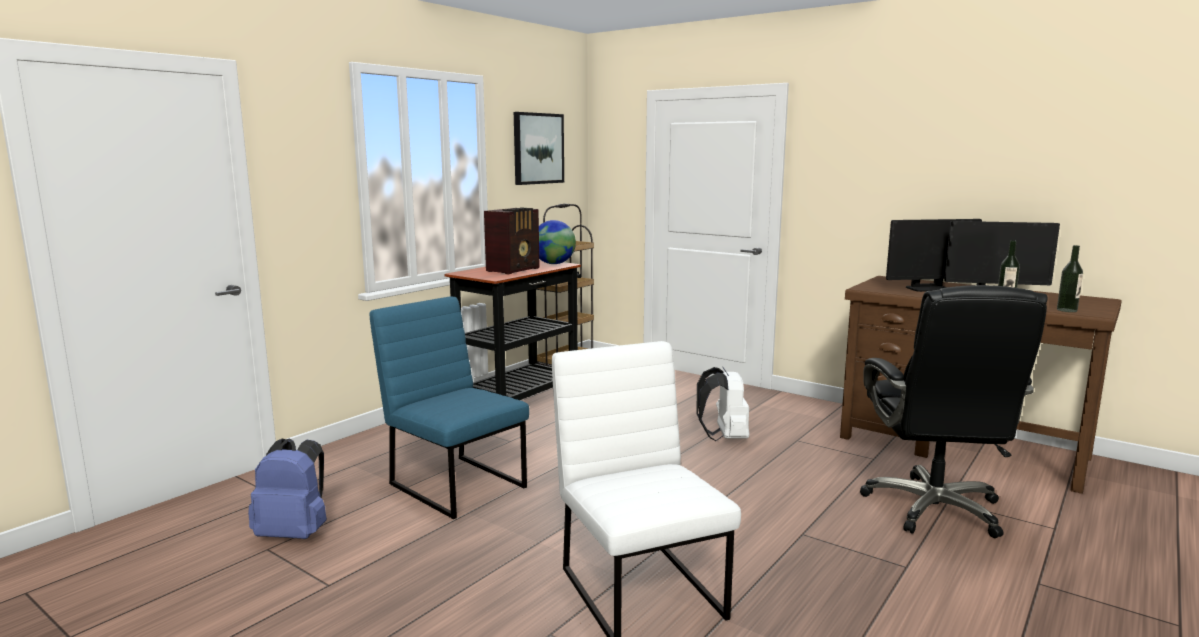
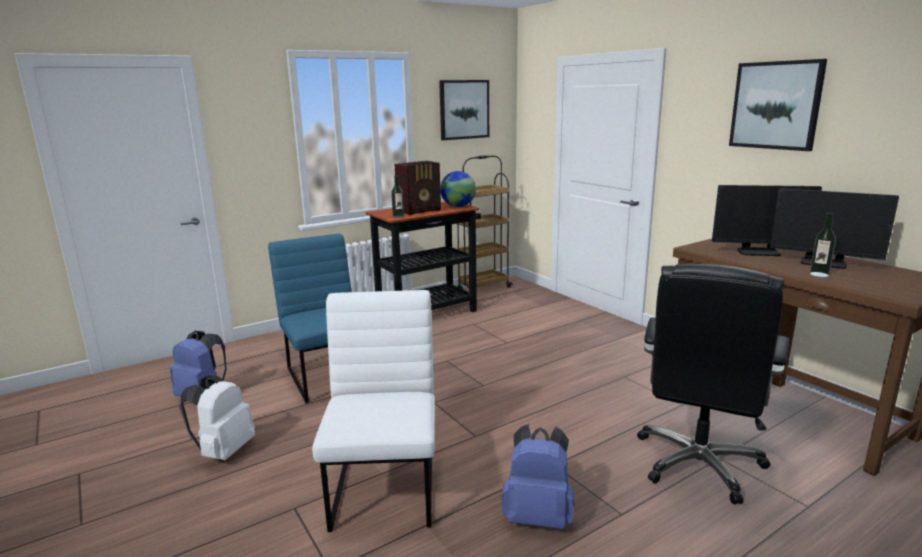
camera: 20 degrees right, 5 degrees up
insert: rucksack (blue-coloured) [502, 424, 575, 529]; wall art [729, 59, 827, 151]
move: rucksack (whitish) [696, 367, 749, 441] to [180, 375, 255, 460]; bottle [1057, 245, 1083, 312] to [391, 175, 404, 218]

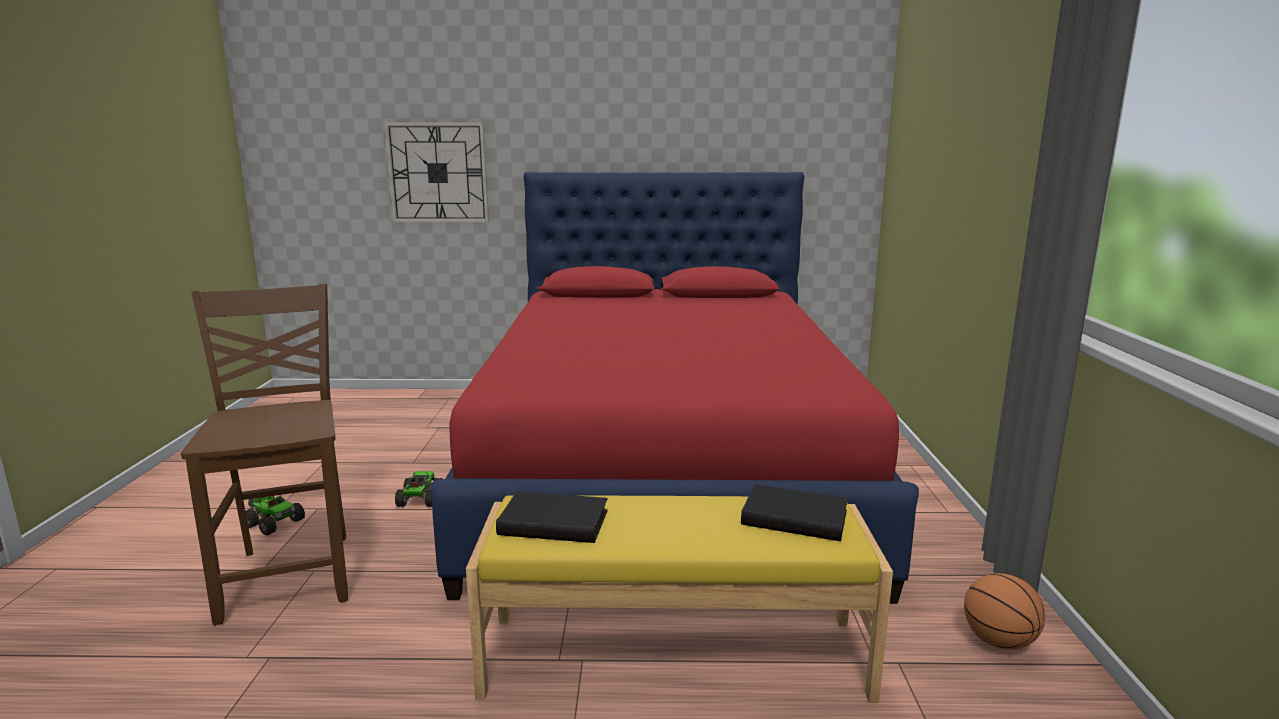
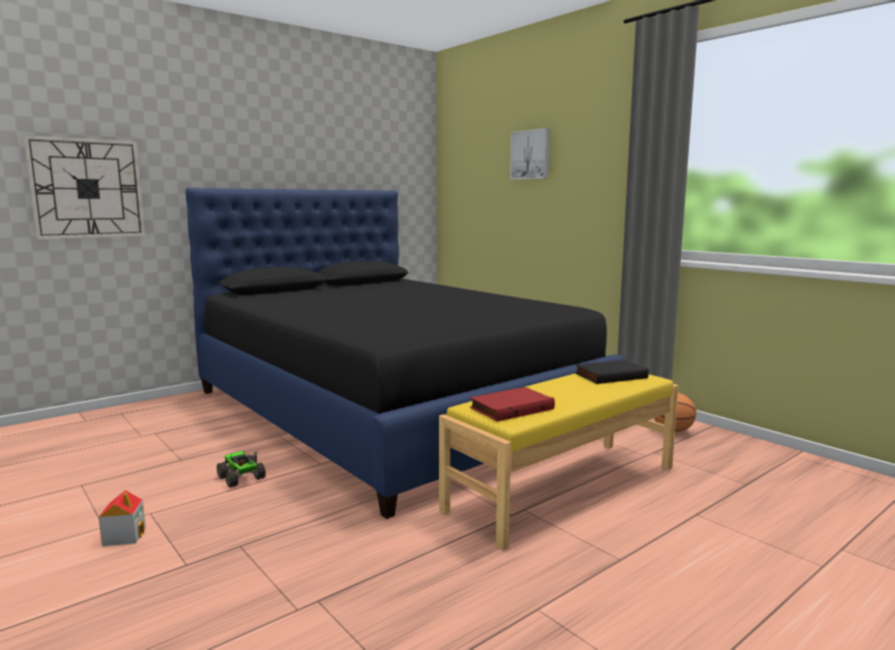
camera: 40 degrees left, 5 degrees down
delete: plain chair (brown) [181, 283, 348, 625]
insert: wall art [510, 128, 550, 180]
replace: toy truck [245, 496, 305, 536] to model house [99, 490, 146, 546]
recolor: sleeping bed (reddish) [430, 172, 919, 604] to sleeping bed (blackish) [185, 188, 625, 519]; book (blackish) [496, 491, 608, 543] to book (reddish) [470, 387, 555, 422]

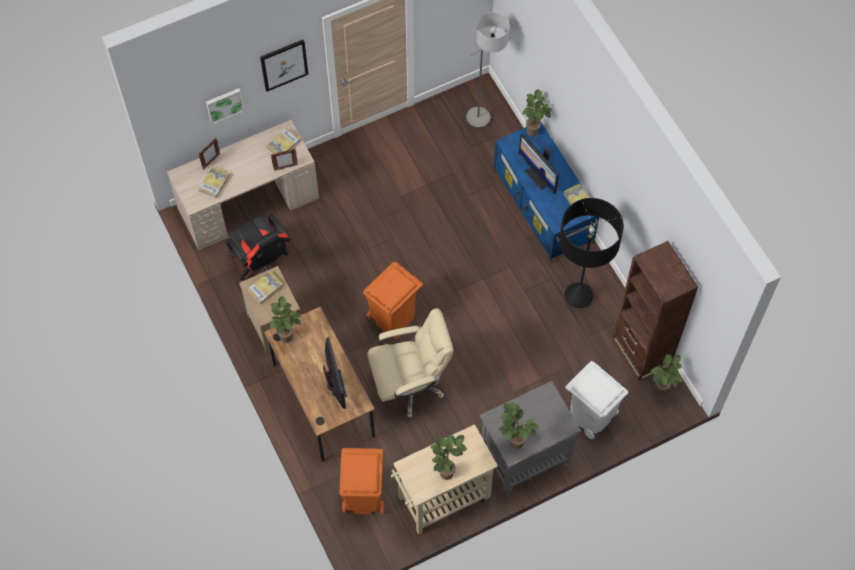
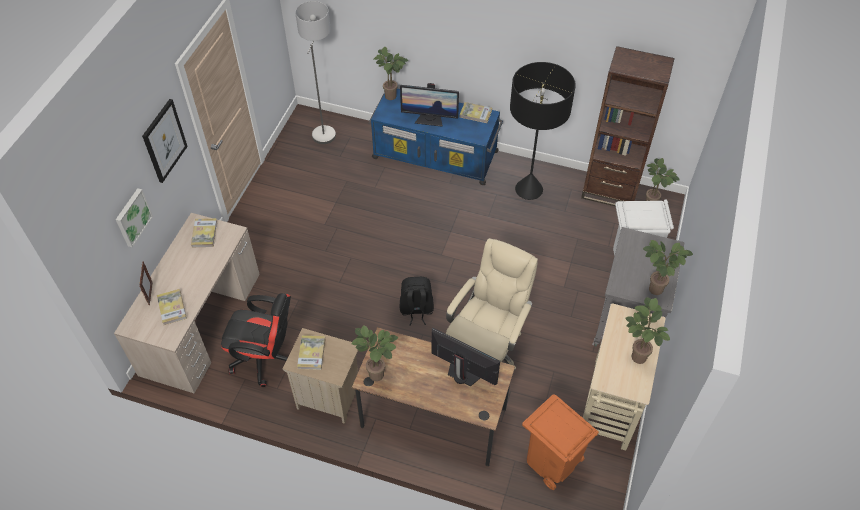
camera: 45 degrees left, 10 degrees down
delete: standing frame [271, 148, 298, 171]
replace: waste bin (orange) [363, 262, 423, 339] to rucksack (blackish) [400, 277, 434, 326]

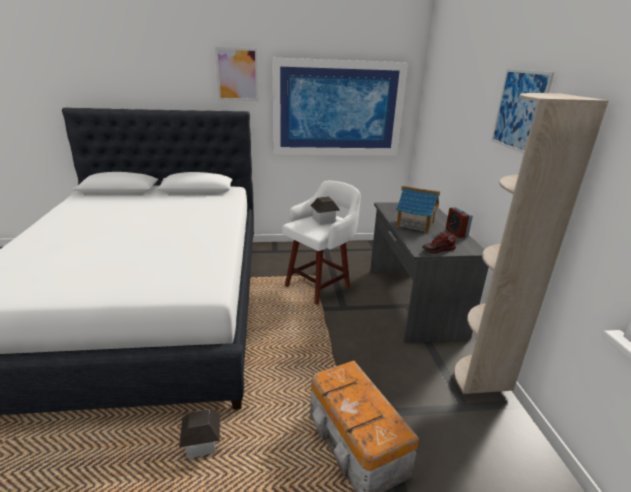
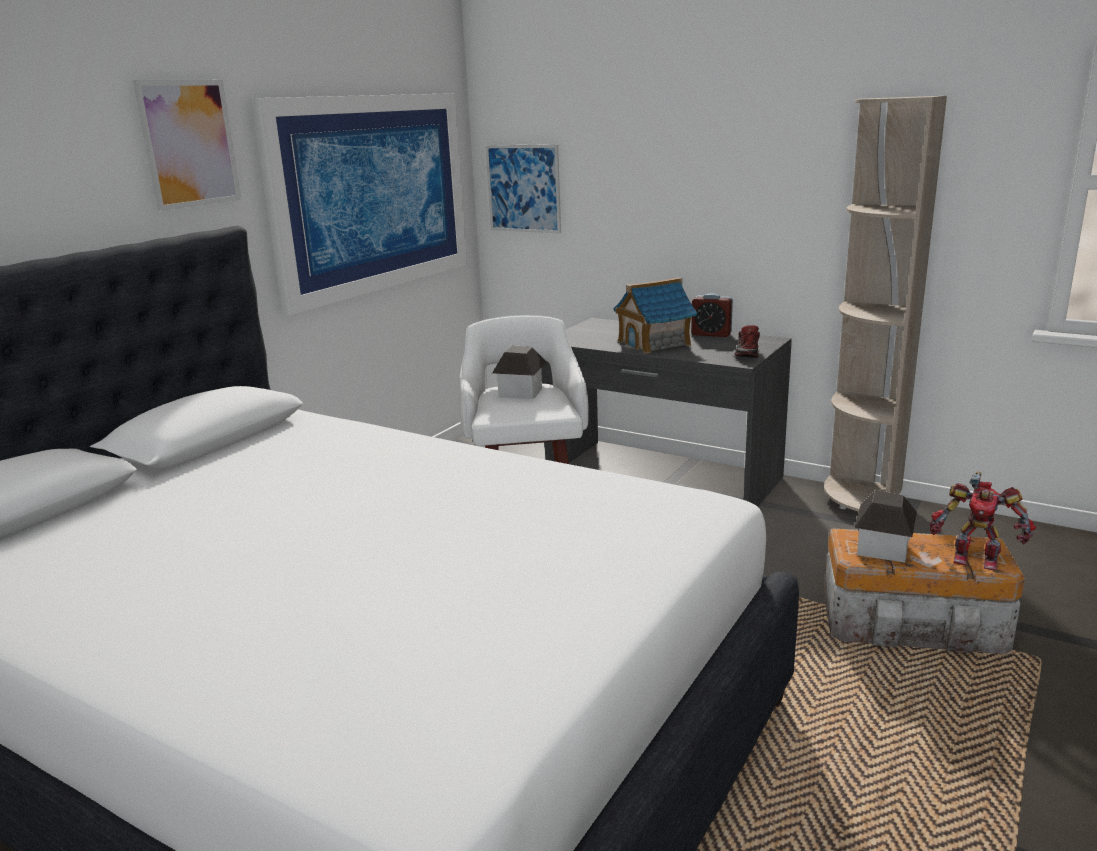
camera: 50 degrees left, 5 degrees down
insert: robot figure [930, 471, 1036, 571]
move: model house [179, 409, 220, 458] to [854, 490, 917, 562]; wall art [491, 69, 554, 154] to [486, 144, 561, 234]

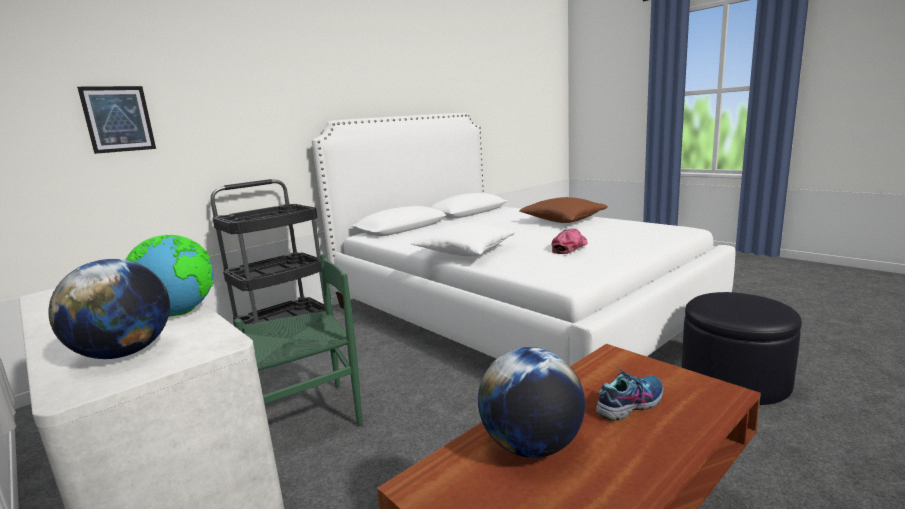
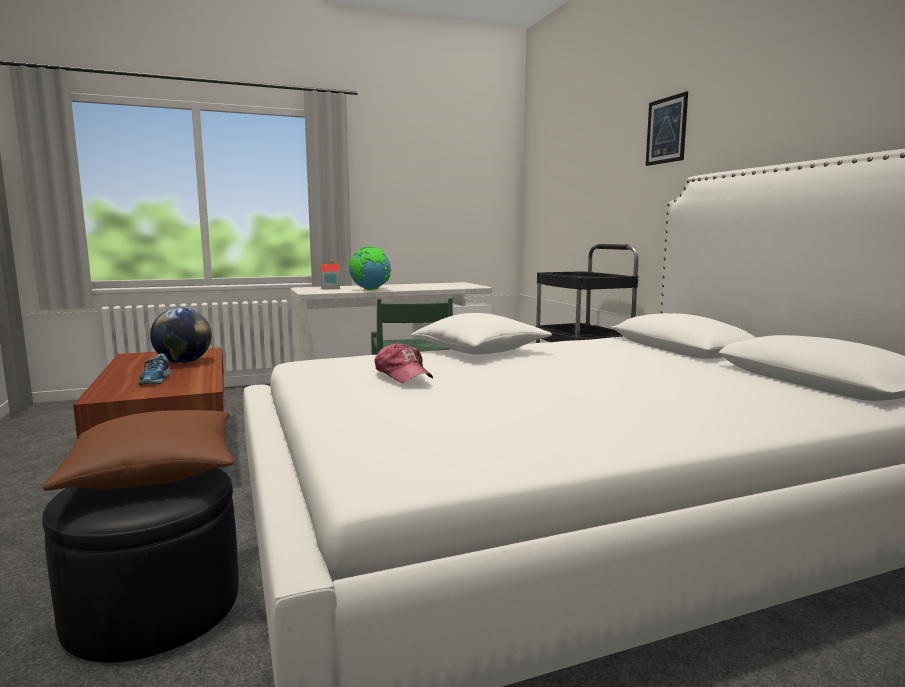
camera: 110 degrees right, 5 degrees down
move: wall art [77, 86, 156, 154] to [646, 91, 688, 166]; throw pillow (brown) [519, 197, 608, 223] to [43, 410, 234, 490]
replace: desk globe [48, 259, 170, 359] to model house [320, 260, 340, 290]

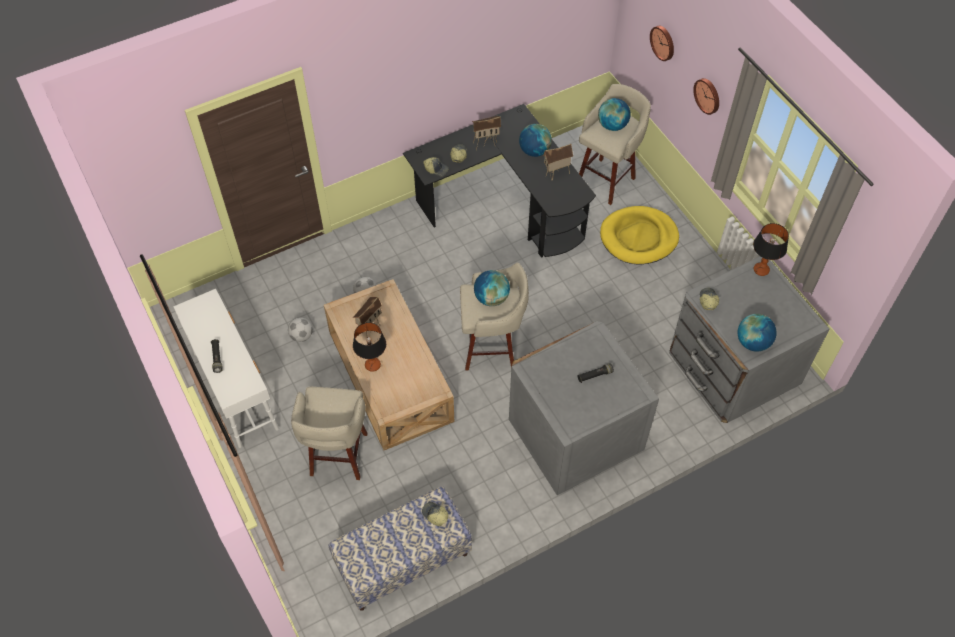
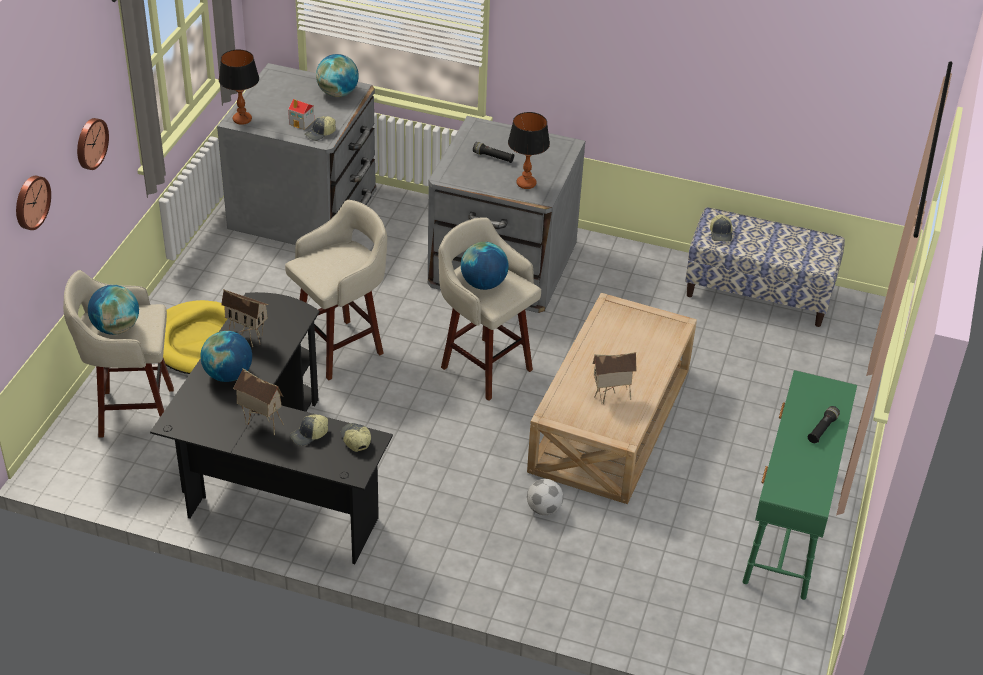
camera: 135 degrees left, 15 degrees down
delete: football [288, 317, 313, 342]
insert: model house [288, 99, 314, 130]
move: stool (beige-coloured) [291, 387, 368, 480] to [285, 200, 387, 380]; tabletop lamp [353, 322, 386, 372] to [508, 112, 550, 189]
recolor: hall table (whitish) [173, 289, 279, 448] to hall table (greenish) [743, 370, 857, 600]

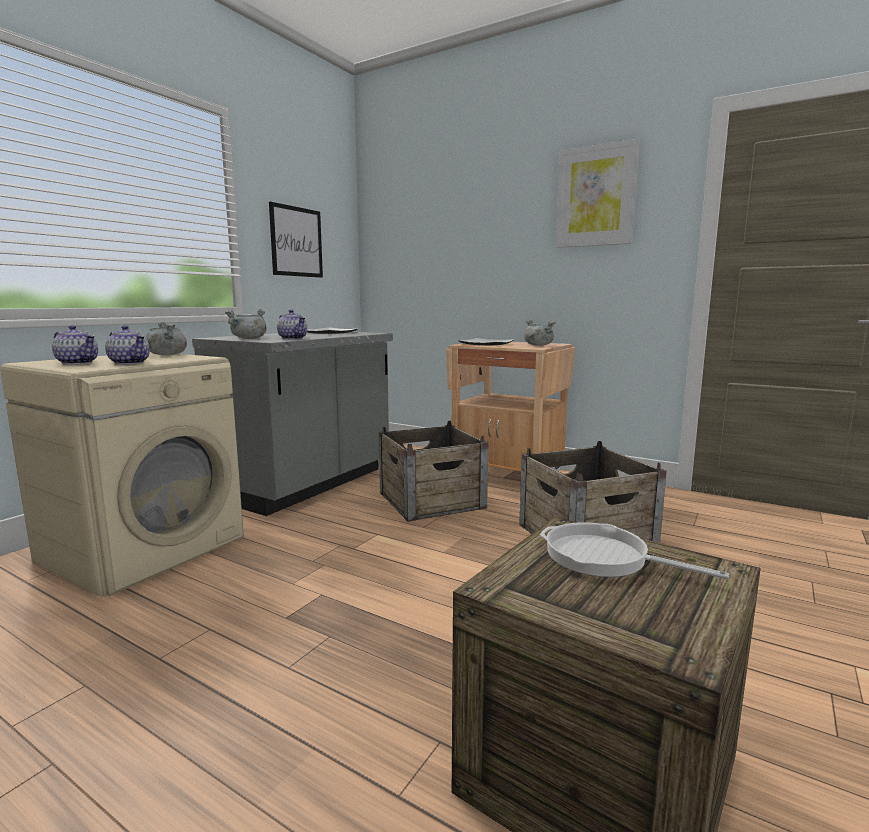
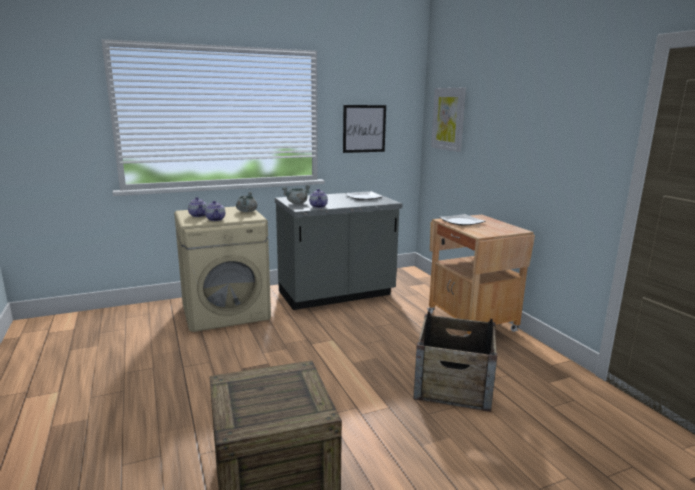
camera: 35 degrees right, 5 degrees up
delete: packing crate [379, 421, 489, 522]; saucepot (greyish) [524, 320, 556, 346]; frying pan [540, 522, 729, 580]
move: wall art [555, 139, 640, 248] to [431, 88, 466, 152]

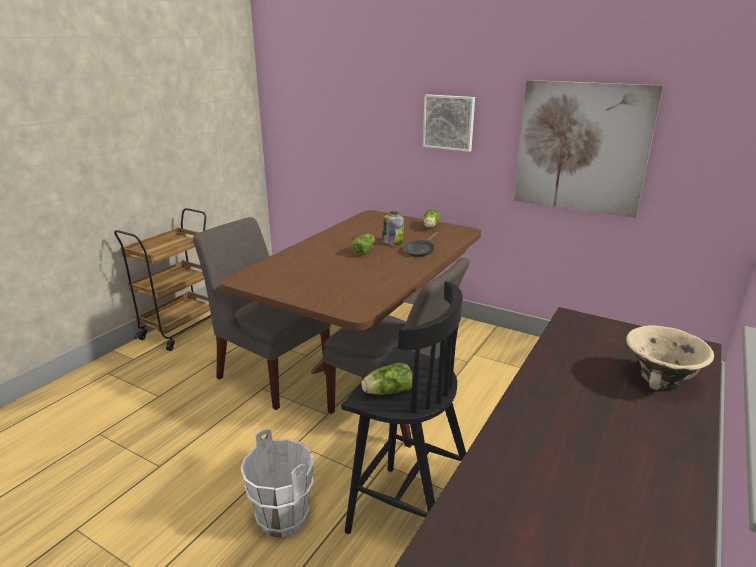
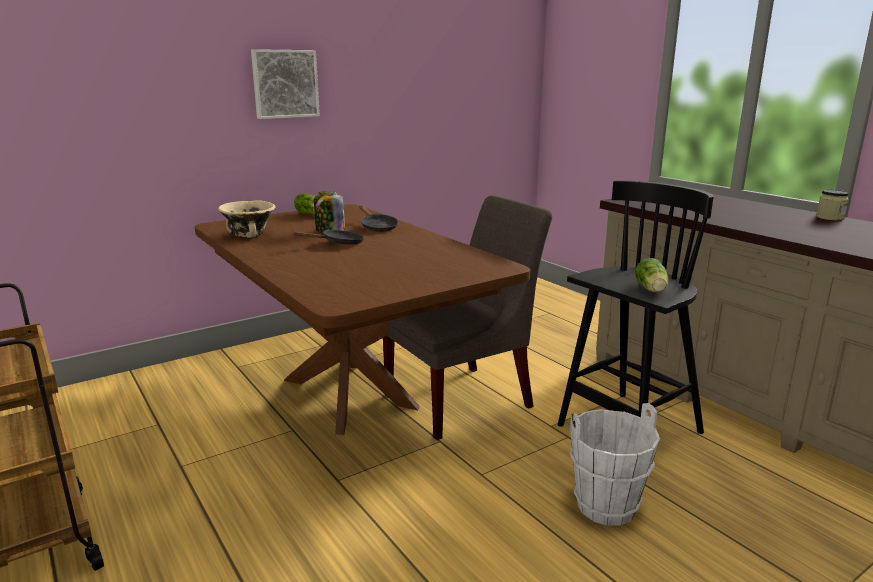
camera: 65 degrees left, 5 degrees down
delete: plain chair (greyish) [193, 217, 331, 410]; wall art [514, 80, 663, 218]
insert: preserve jar [816, 190, 849, 220]
move: bowl (beige-coloured) [626, 325, 714, 390] to [218, 200, 275, 238]
replace: lettuce head [351, 234, 375, 256] to frying pan (blackish) [294, 230, 364, 245]

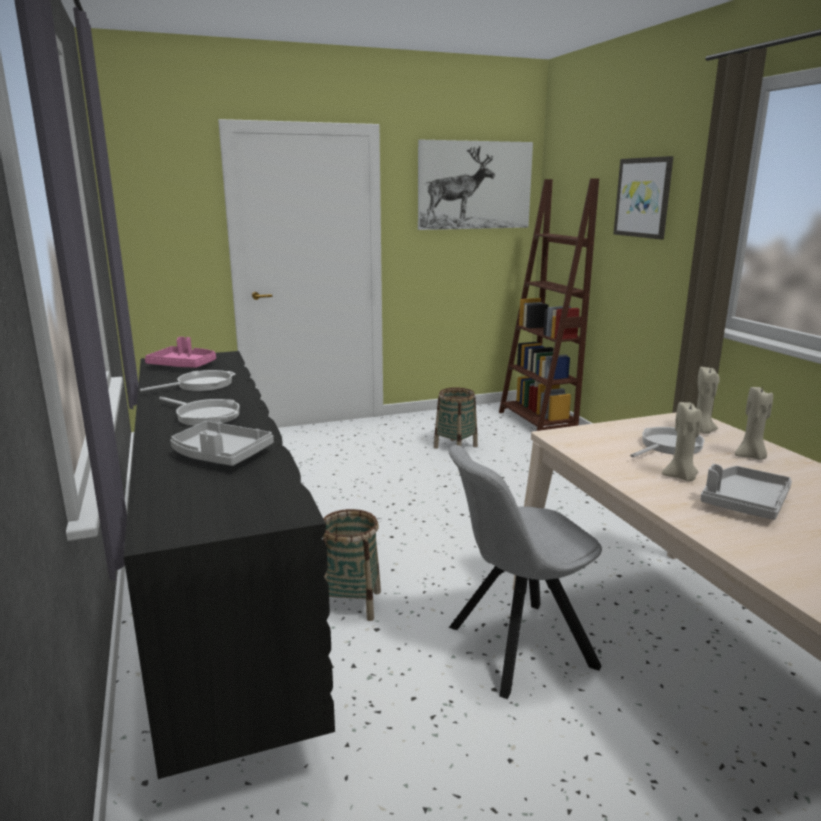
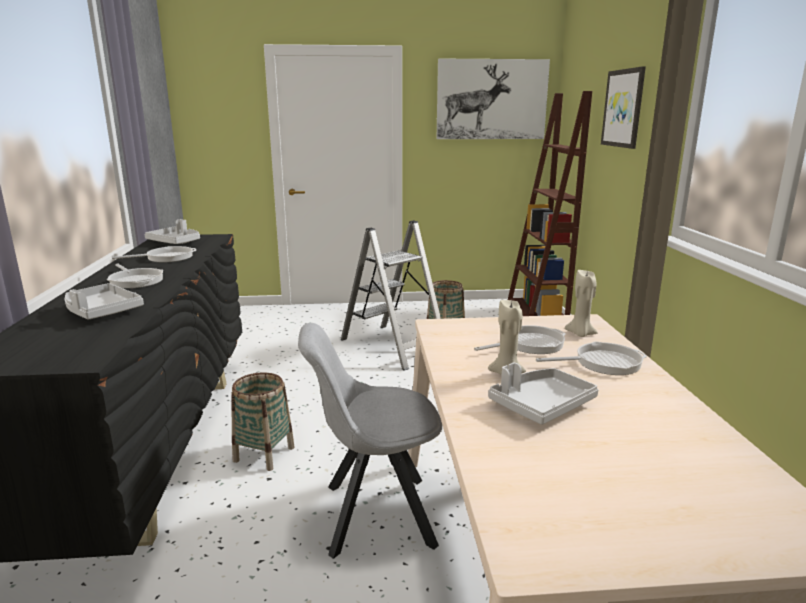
camera: 15 degrees right, 0 degrees up
insert: step ladder (greyish) [340, 220, 441, 371]
replace: wax light (beige-coloured) [735, 387, 773, 460] to frying pan [536, 342, 647, 375]
recolor: serving tray (pinkish) [145, 337, 216, 368] to serving tray (greyish) [144, 219, 200, 244]

